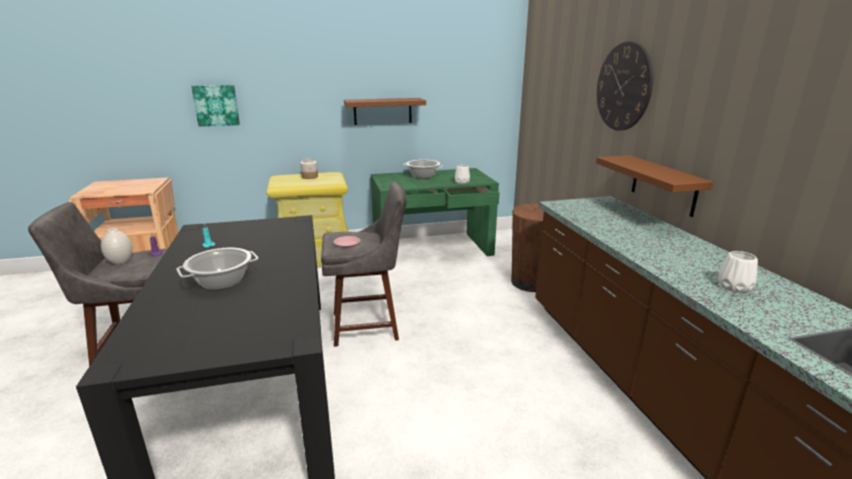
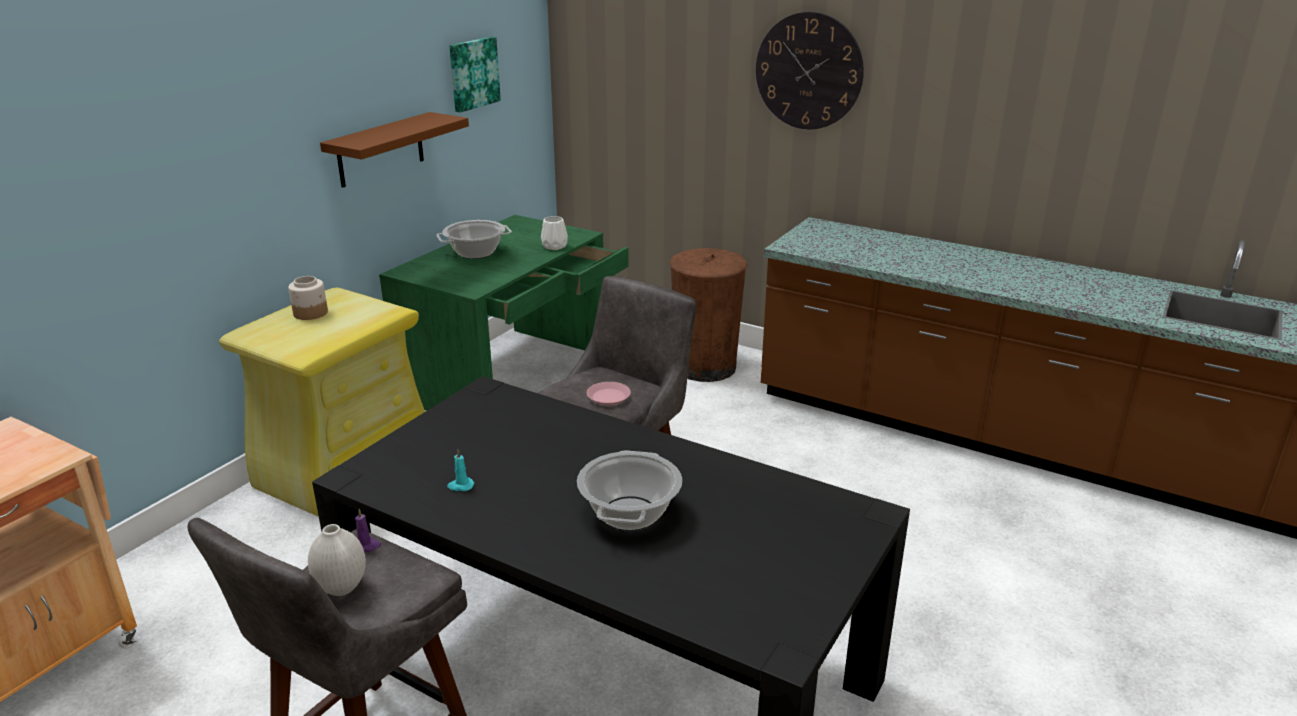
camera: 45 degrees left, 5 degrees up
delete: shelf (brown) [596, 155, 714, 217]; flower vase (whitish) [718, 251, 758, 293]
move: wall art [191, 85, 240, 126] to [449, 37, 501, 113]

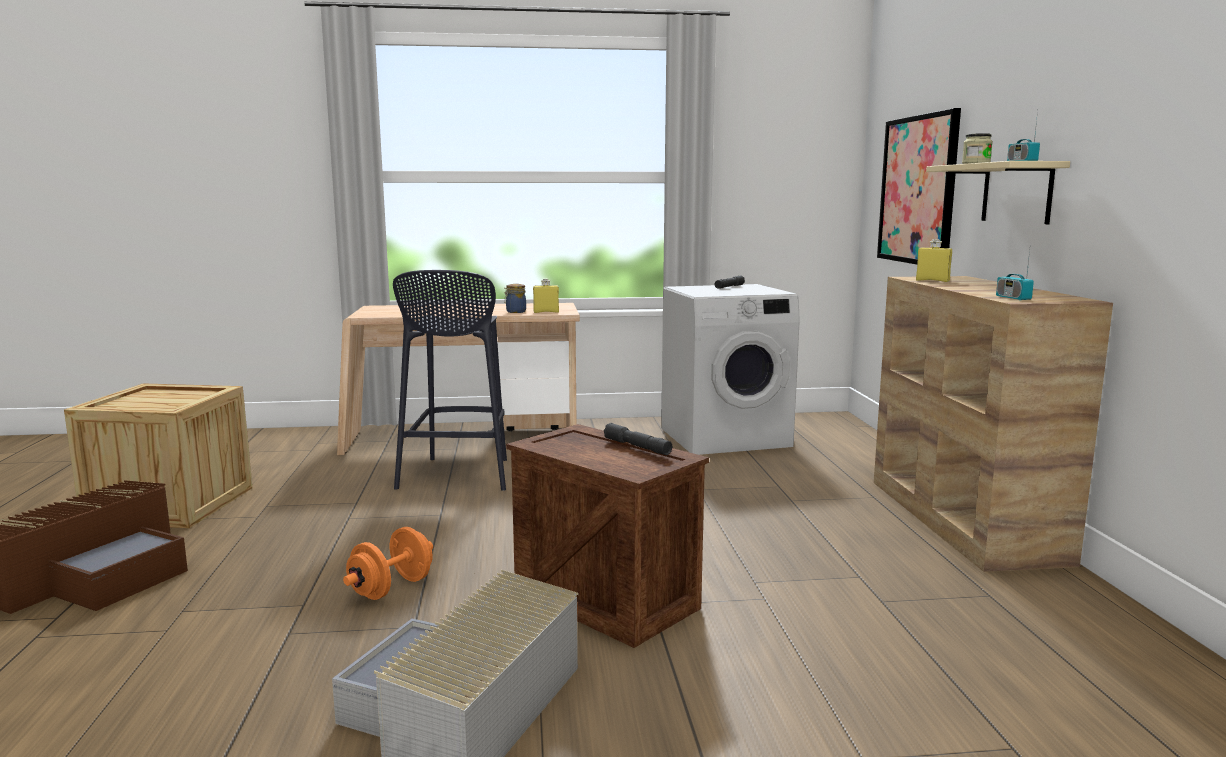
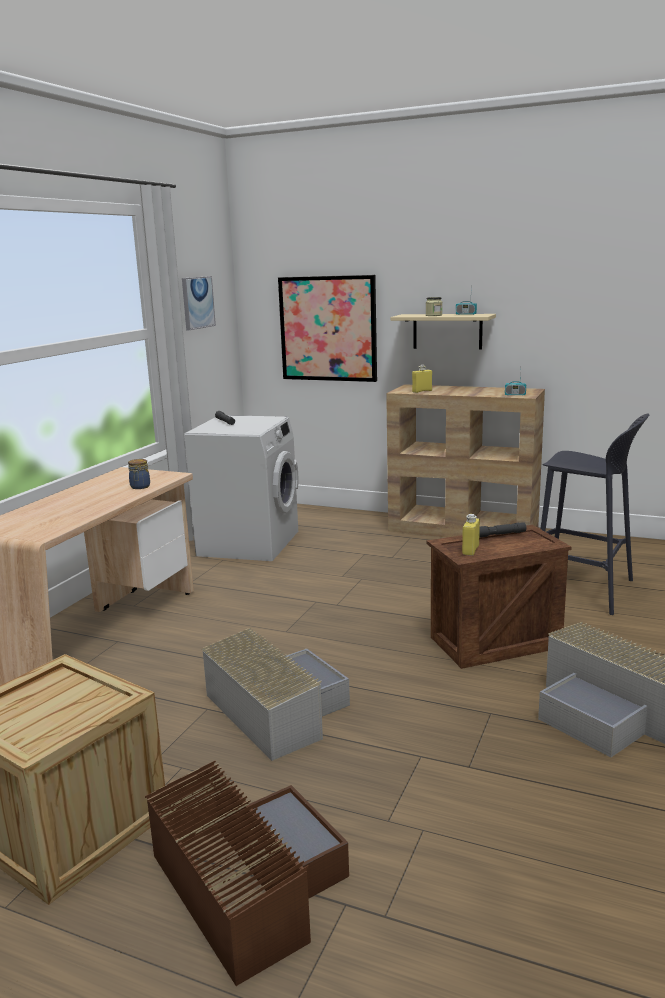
camera: 60 degrees left, 5 degrees up
delete: hand weight (orange) [343, 527, 433, 600]
insert: wall art [182, 276, 216, 330]; storage bin (greyish) [201, 628, 350, 761]
move: stool (greyish) [393, 270, 507, 491] to [540, 414, 649, 615]; bottle (yellow) [533, 279, 559, 313] to [462, 514, 480, 556]

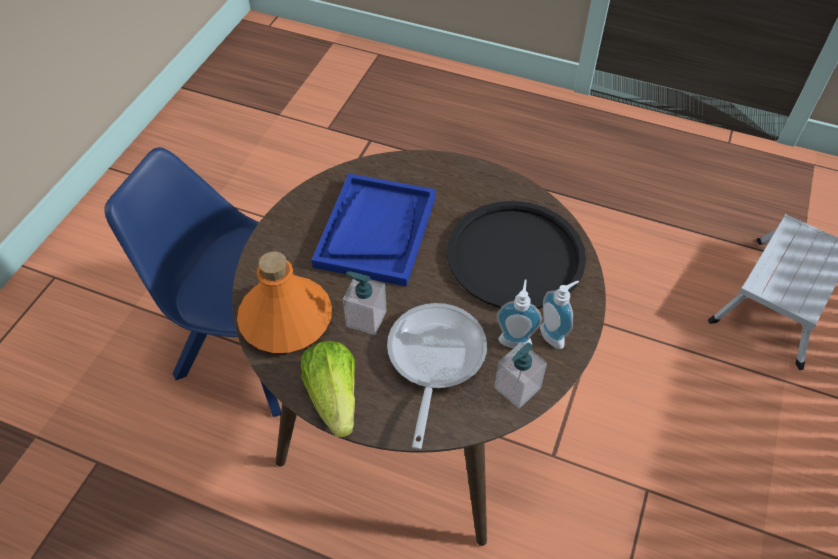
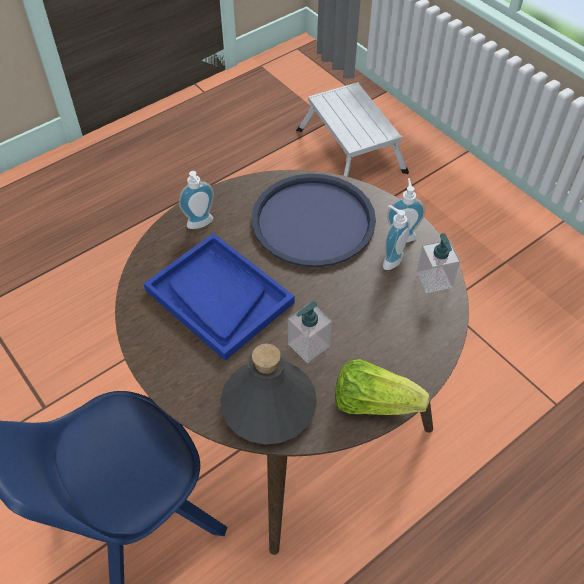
camera: 60 degrees left, 0 degrees up
delete: frying pan [387, 303, 487, 449]
insert: liquid soap bottle [179, 171, 214, 229]
recolor: bottle (orange) [237, 252, 332, 353] to bottle (greyish) [220, 344, 317, 445]; serving tray (blackish) [447, 201, 586, 309] to serving tray (blue-coloured) [252, 174, 376, 267]

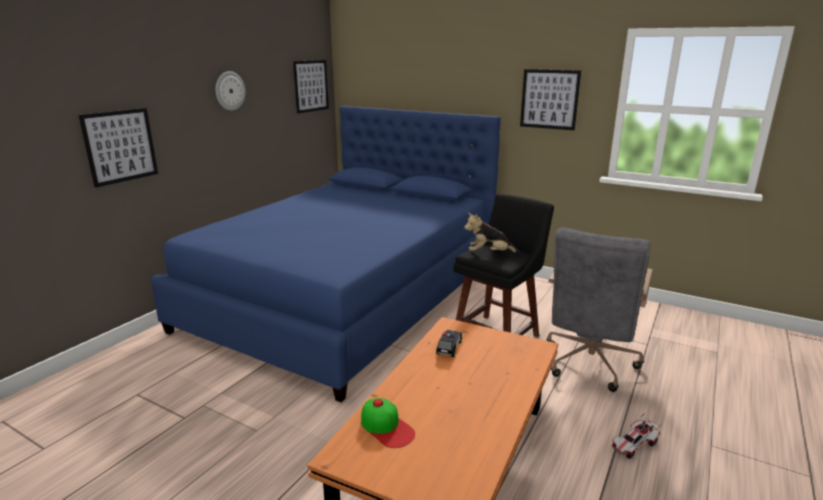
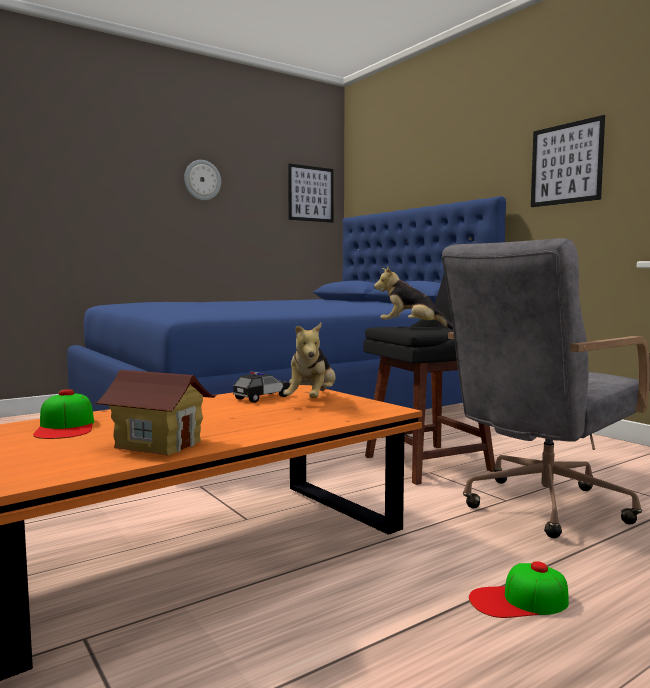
camera: 25 degrees right, 15 degrees down
delete: wall art [78, 108, 158, 188]
insert: model house [95, 370, 217, 455]; plush toy [284, 323, 336, 398]
replace: toy car [612, 413, 662, 459] to peaked cap [469, 561, 569, 618]

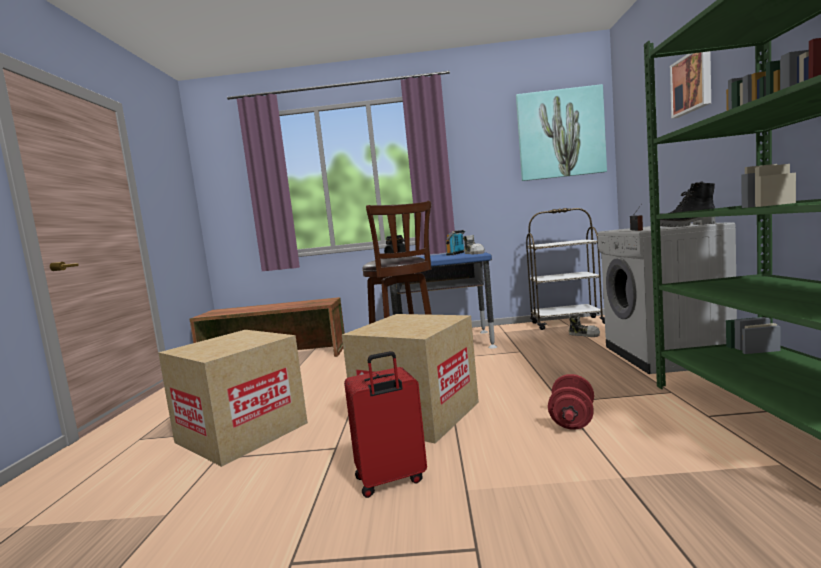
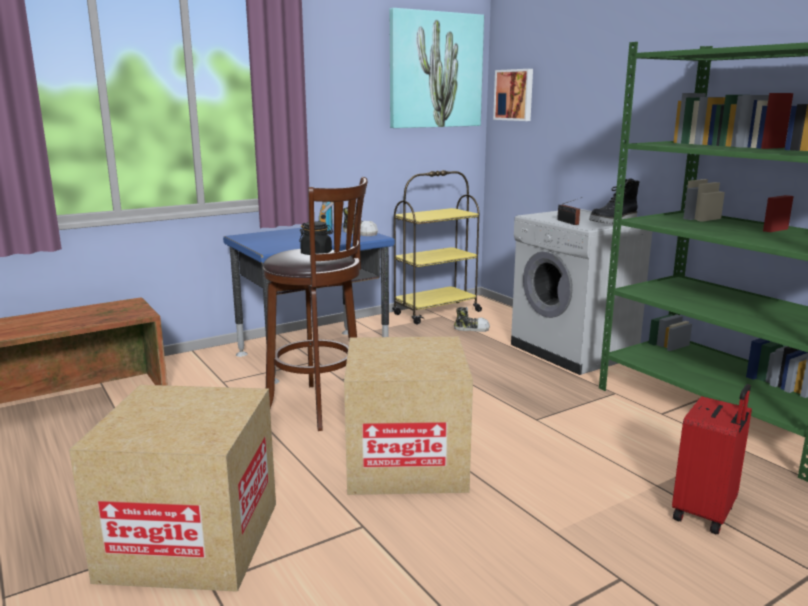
camera: 35 degrees left, 10 degrees up
delete: hand weight (reddish) [548, 374, 594, 430]
move: suitcase (reddish) [344, 351, 427, 498] to [672, 384, 752, 534]; wall art [670, 51, 711, 119] to [493, 69, 533, 121]
recolor: wheeled cart (whitish) [526, 208, 605, 330] to wheeled cart (yellow) [392, 170, 482, 325]

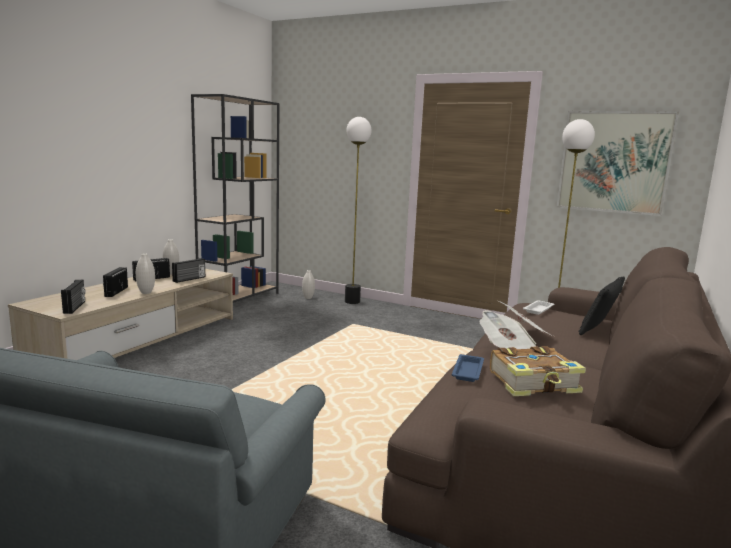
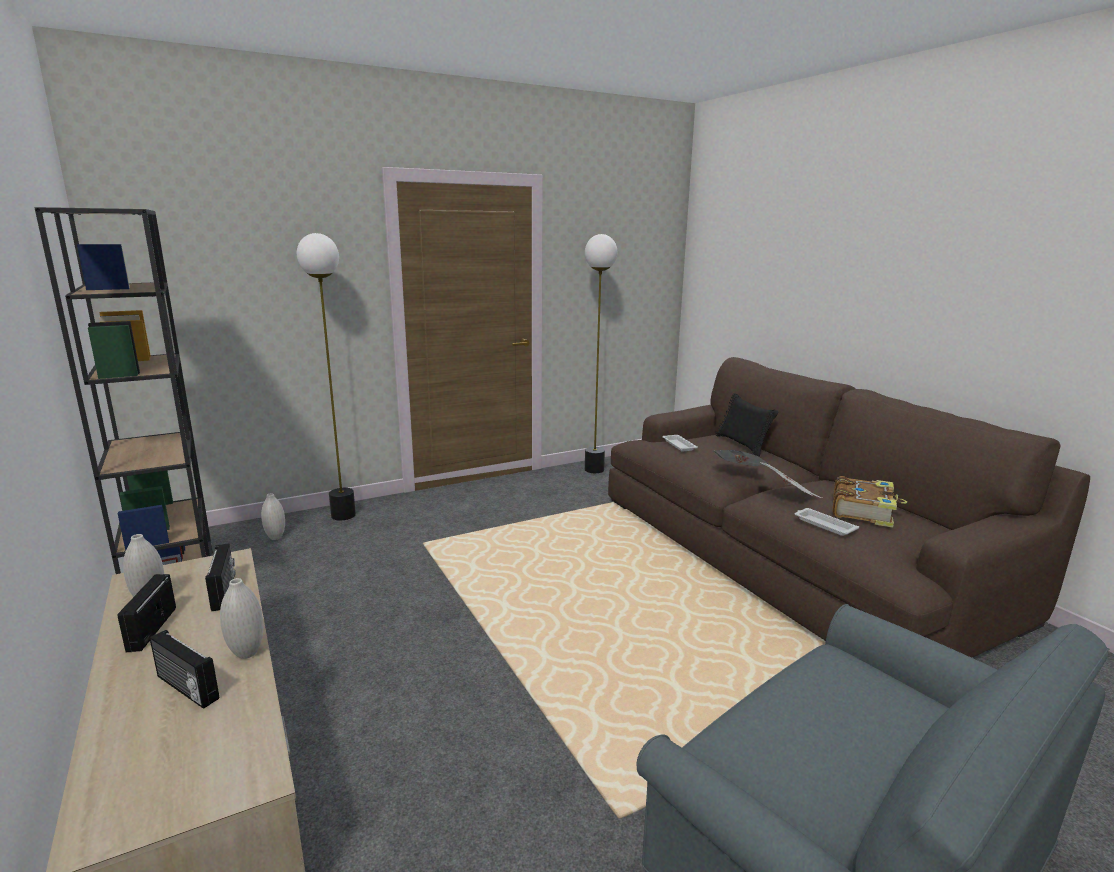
camera: 55 degrees left, 5 degrees up
delete: radio set [61, 280, 86, 314]; wall art [556, 111, 679, 216]
recolor: serving tray (blue-coloured) [452, 354, 484, 382] to serving tray (whitish) [795, 508, 859, 536]

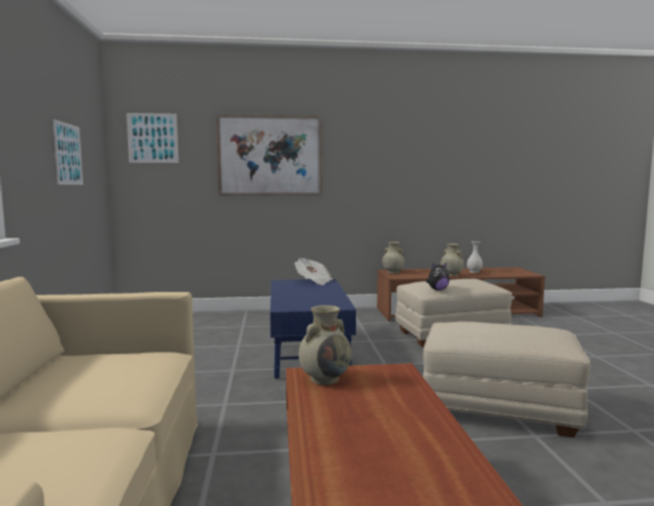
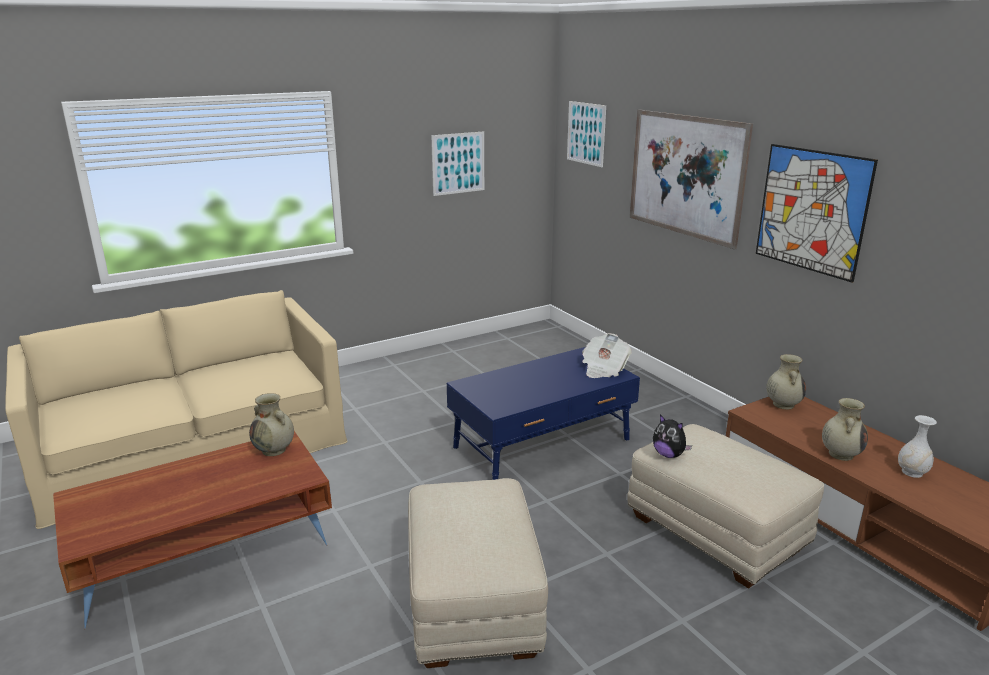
camera: 65 degrees right, 15 degrees up
insert: wall art [756, 144, 878, 283]

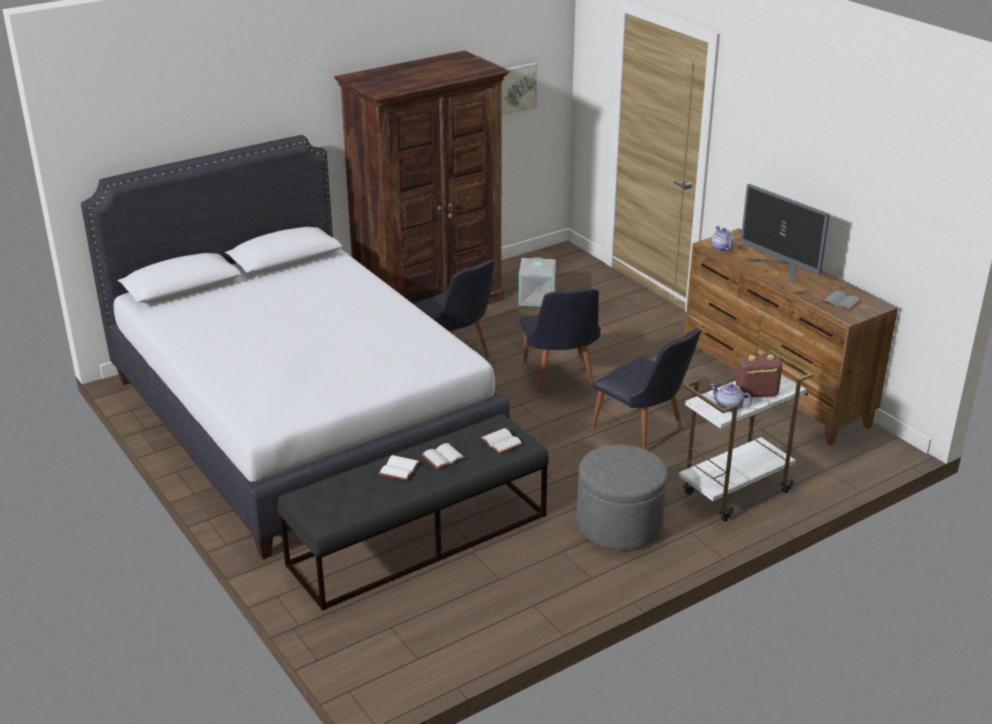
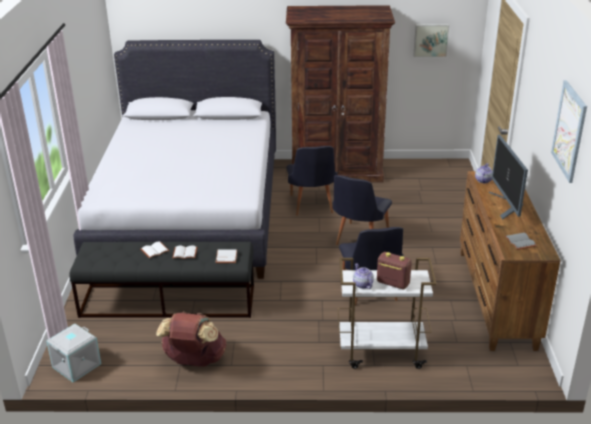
camera: 35 degrees right, 0 degrees up
delete: footrest (greyish) [577, 444, 668, 550]
insert: rucksack (brown) [156, 312, 227, 367]; wall art [551, 80, 587, 183]
move: storage bin (greyish) [519, 257, 556, 306] to [46, 324, 101, 382]

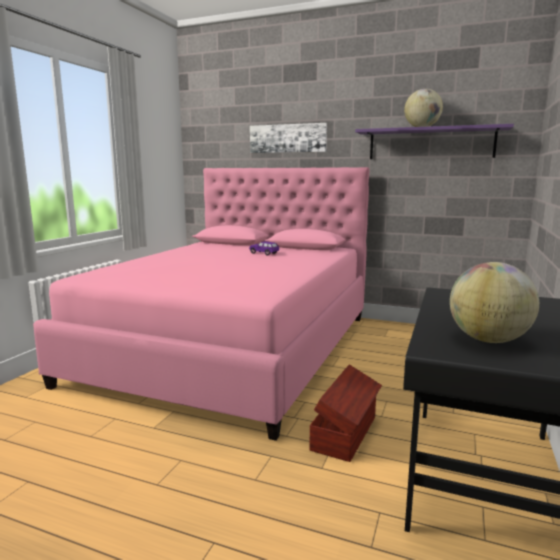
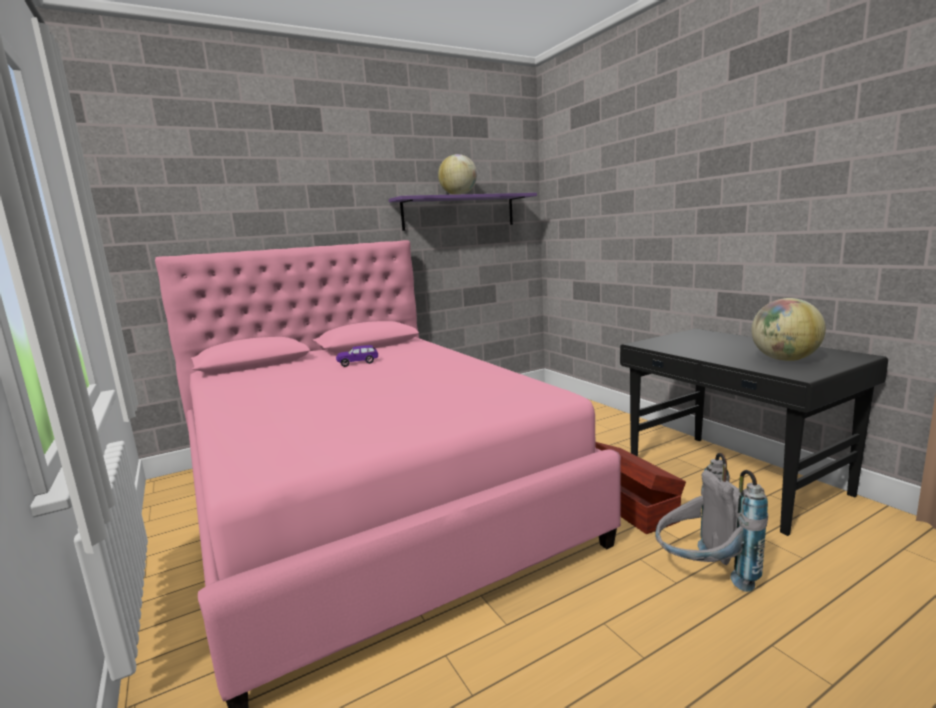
camera: 50 degrees left, 0 degrees up
delete: wall art [250, 123, 327, 153]
insert: rucksack (greyish) [655, 453, 768, 592]

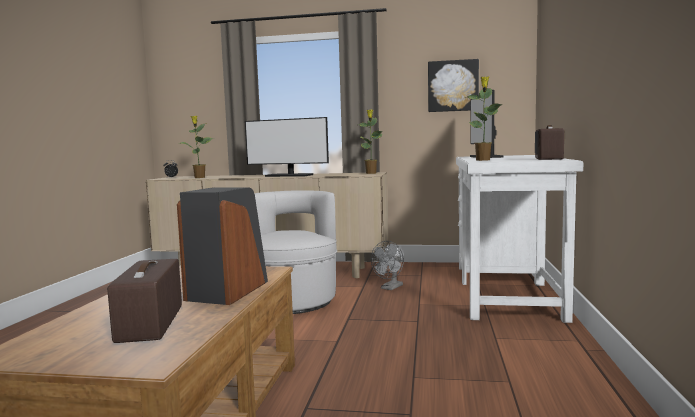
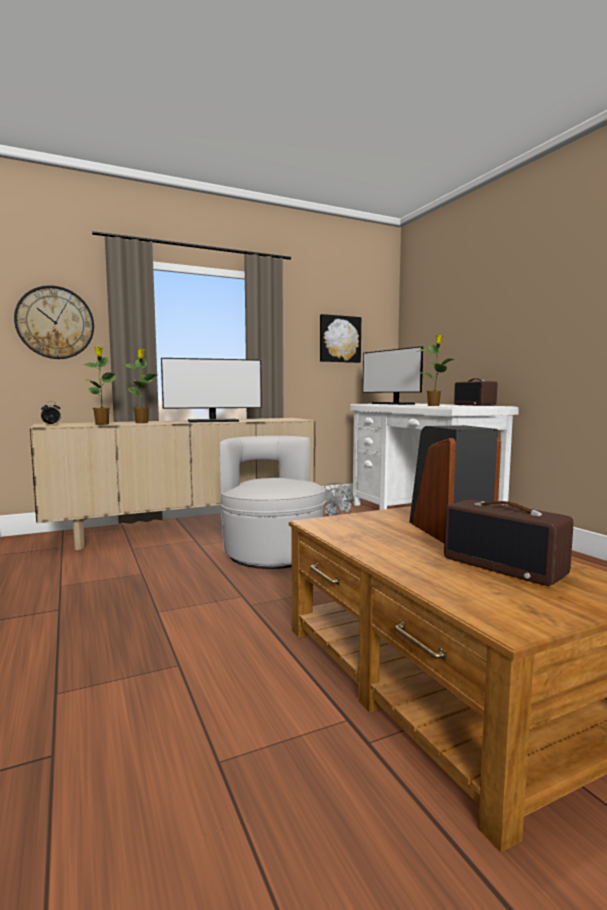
camera: 35 degrees left, 0 degrees up
insert: clock on the wall [14, 285, 94, 359]
move: potted plant [358, 110, 382, 174] to [123, 349, 156, 423]

